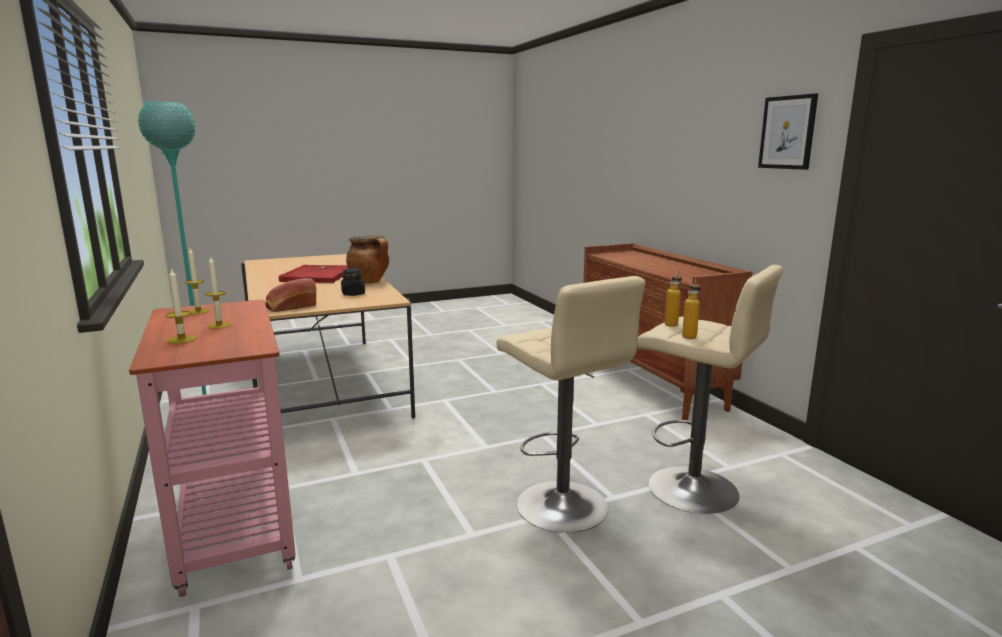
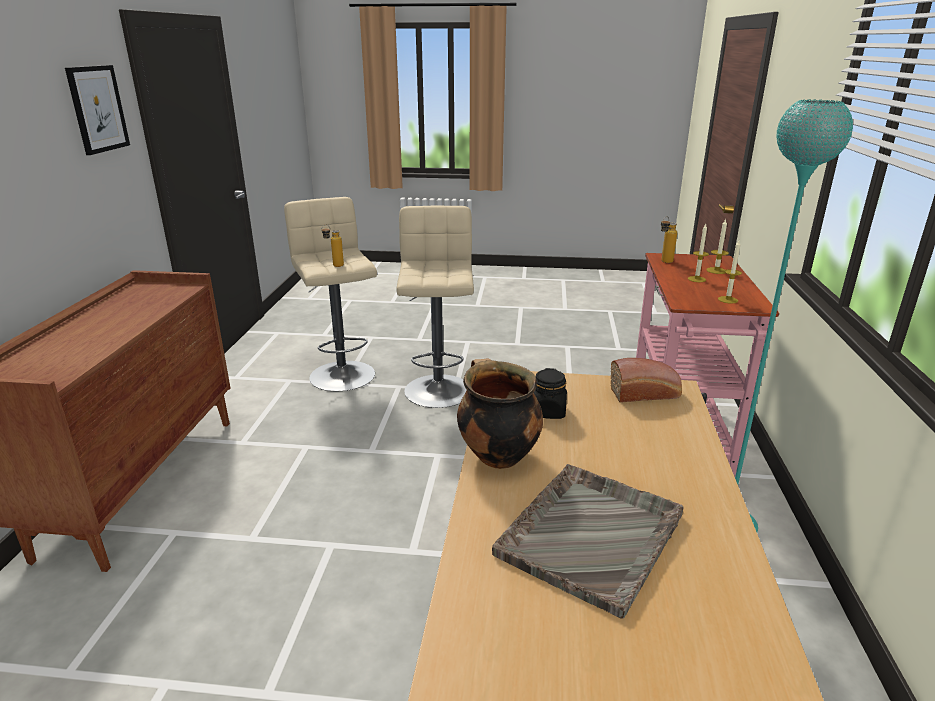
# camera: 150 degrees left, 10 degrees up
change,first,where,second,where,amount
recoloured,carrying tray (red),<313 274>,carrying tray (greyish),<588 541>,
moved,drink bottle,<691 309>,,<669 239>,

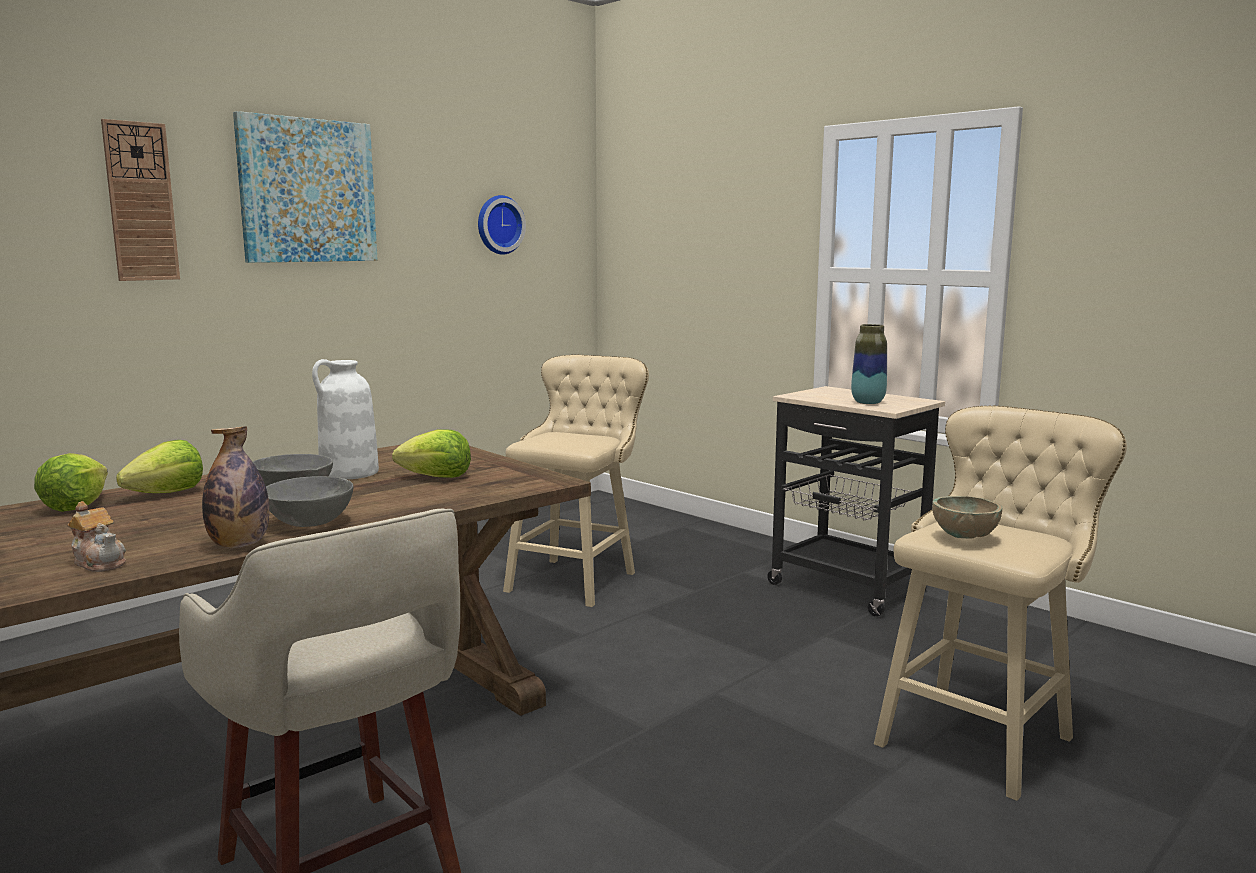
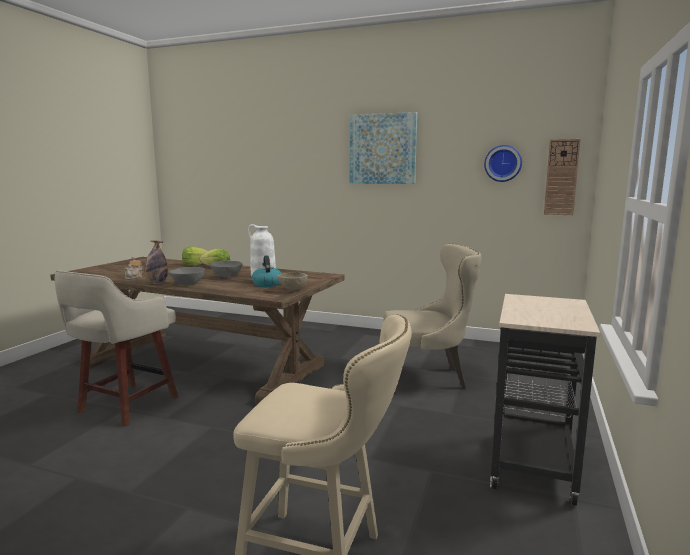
# camera: 65 degrees right, 0 degrees up
change,first,where,second,where,amount
moved,wall clock,<140 200>,,<562 177>,
removed,vase,<869 364>,,,
replaced,stool (beige-coloured),<576 480>,upright chair (beige-coloured),<432 319>,
replaced,head of lettuce,<431 453>,water kettle,<267 271>,
moved,bowl (beige-coloured),<967 517>,,<293 281>,

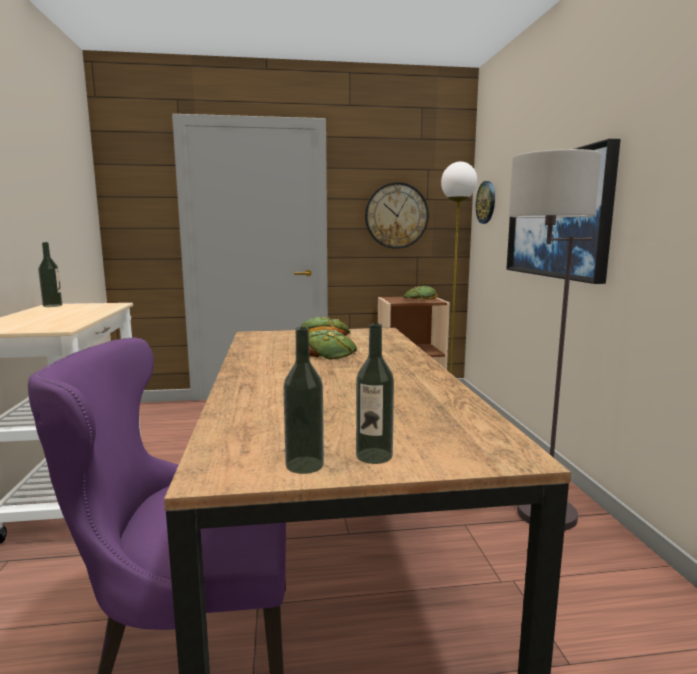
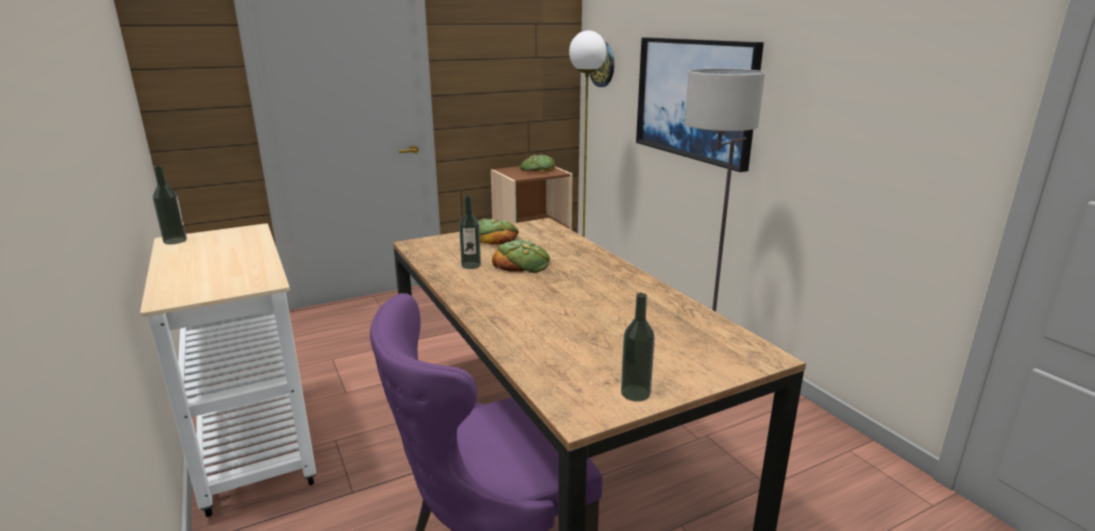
# camera: 20 degrees left, 10 degrees up
change,first,where,second,where,amount
removed,wall clock,<397 215>,,,
moved,drink bottle,<375 393>,,<470 232>,

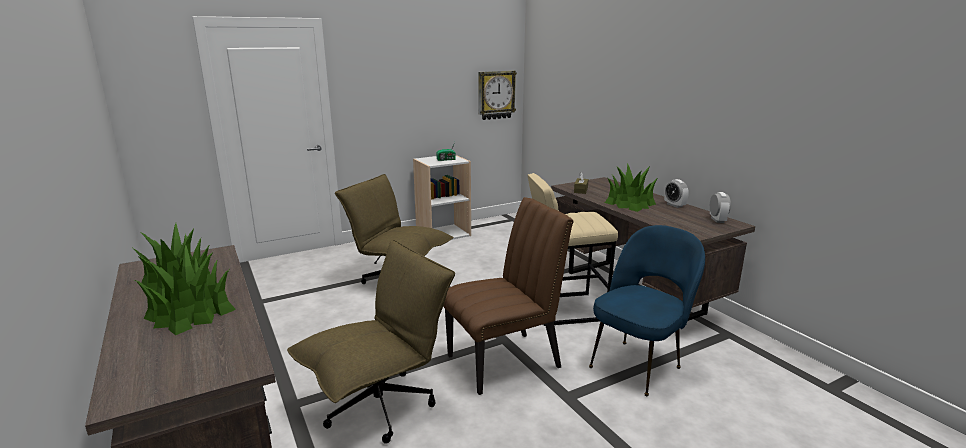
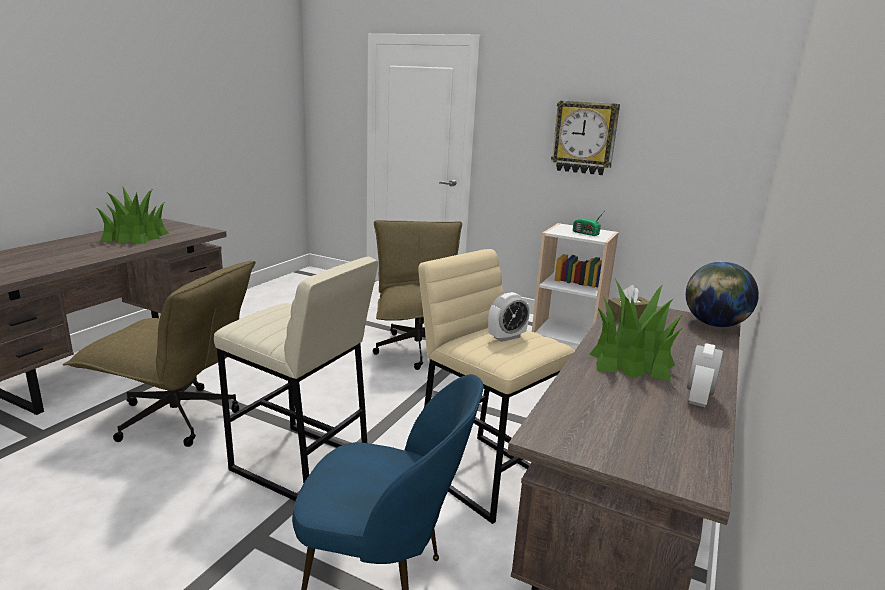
# camera: 55 degrees right, 0 degrees up
change,first,where,second,where,amount
moved,wall clock,<497 95>,,<585 137>,
moved,table clock,<720 207>,,<509 317>,
replaced,upright chair (brown),<508 296>,stool (beige-coloured),<296 379>,
removed,houseplant,<185 289>,,,
added,,,world globe,<722 294>,

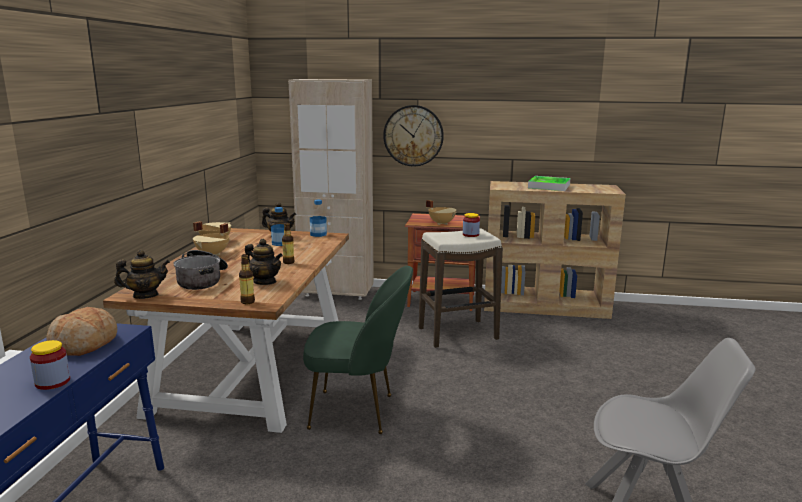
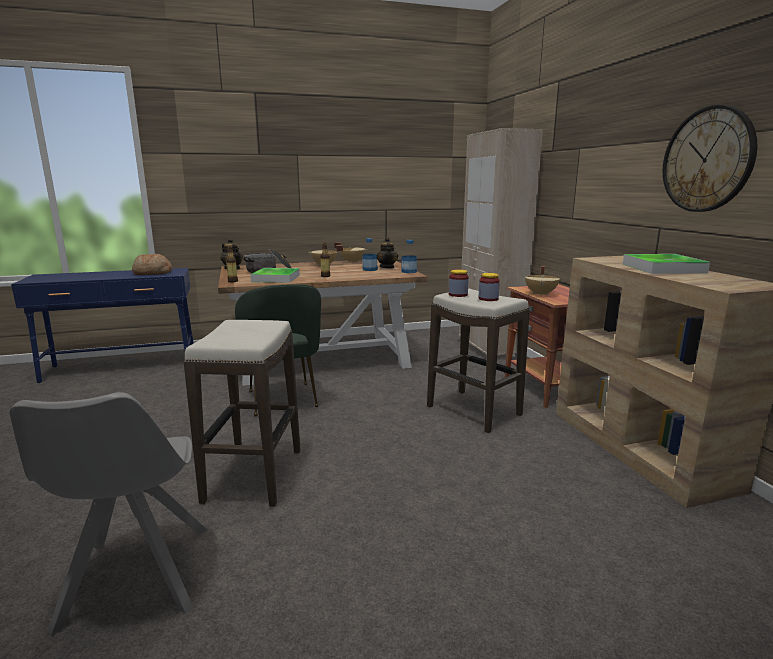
# camera: 65 degrees right, 0 degrees up
change,first,where,second,where,amount
moved,wall clock,<413 135>,,<710 158>,
replaced,tea pot,<264 262>,carrying tray,<275 275>,
moved,jar,<50 365>,,<459 283>,
added,,,stool,<242 413>,

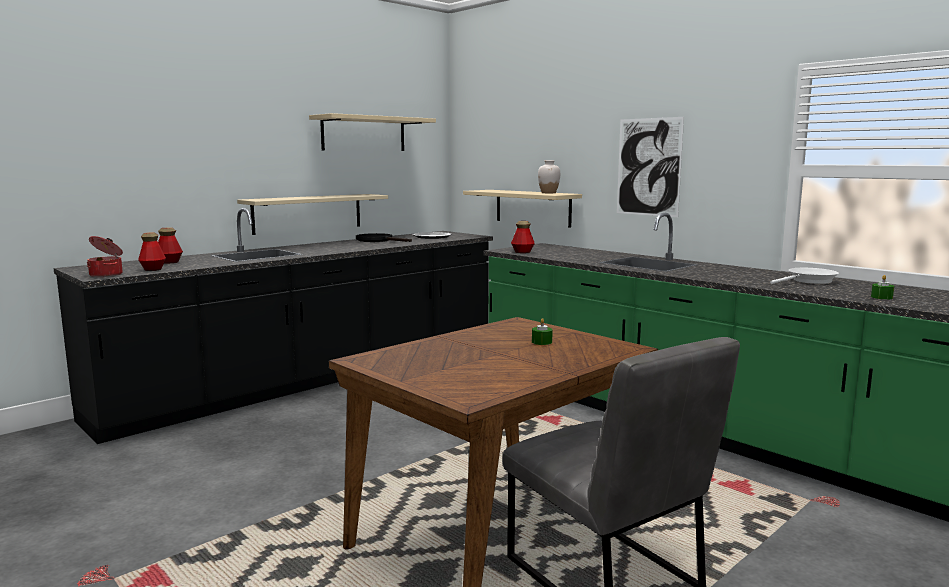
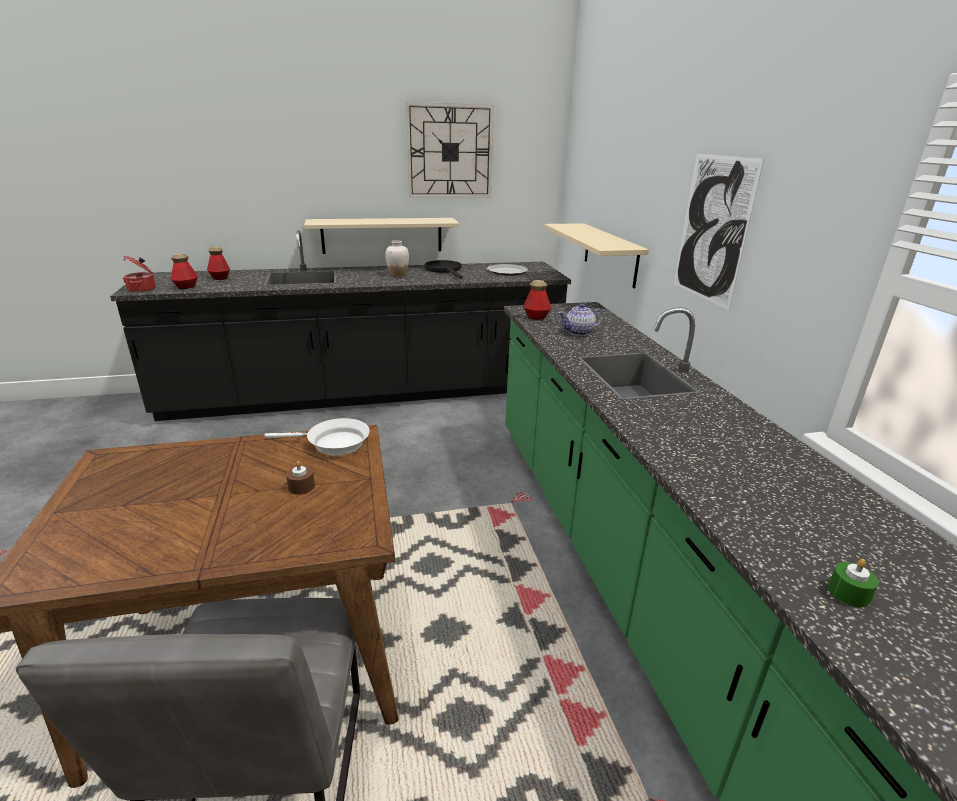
# camera: 30 degrees right, 15 degrees up
change,first,where,second,where,amount
replaced,wall shelf (beige-coloured),<372 132>,wall clock,<450 150>,
moved,vase (white-coloured),<549 176>,,<397 258>,
moved,pan (white-coloured),<804 276>,,<316 437>,
recoloured,wax candle (greenish),<542 331>,wax candle (brown),<300 478>,
added,,,tea pot,<580 320>,

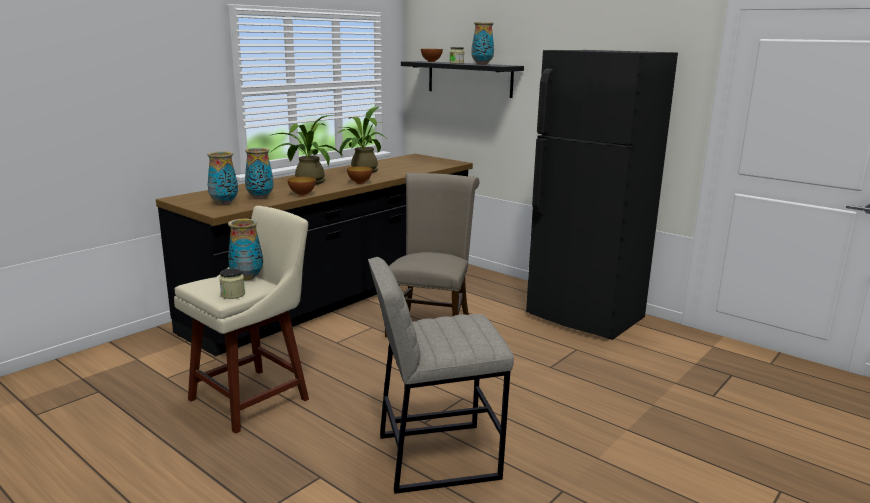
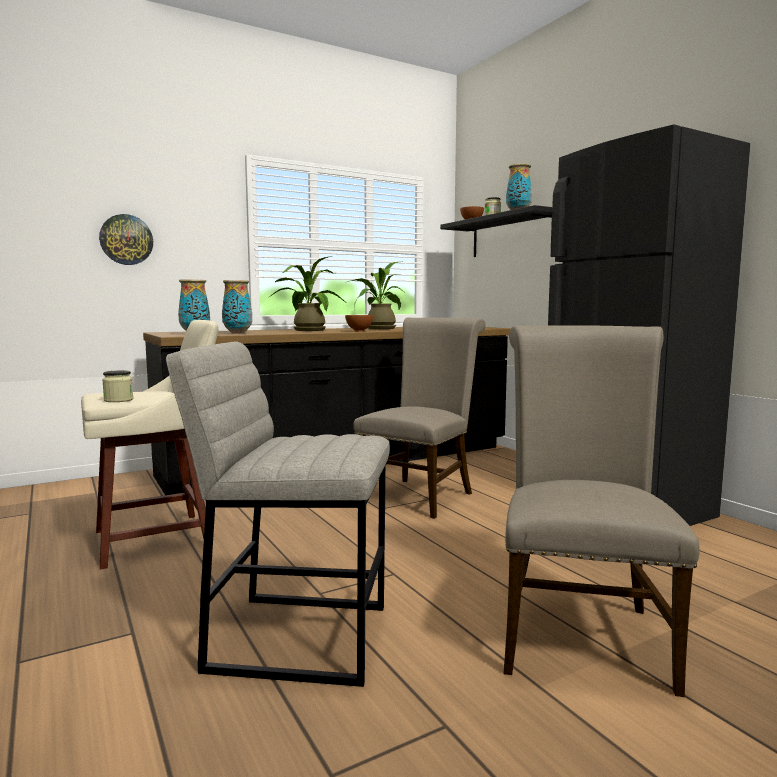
# camera: 20 degrees right, 10 degrees down
change,first,where,second,where,amount
removed,bowl,<302 186>,,,
removed,vase,<245 249>,,,
added,,,wall clock,<126 239>,
added,,,upright chair (beige-coloured),<602 511>,

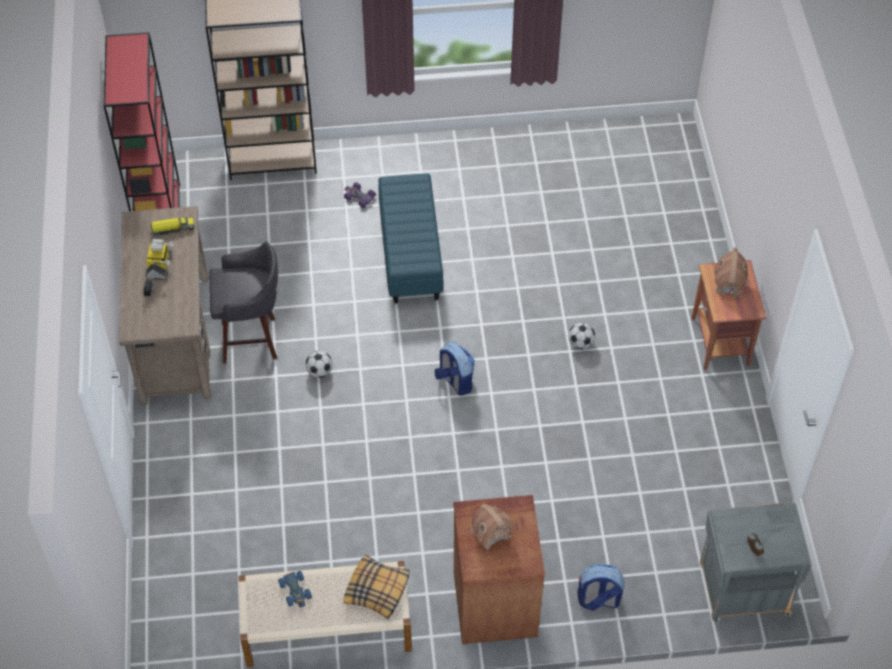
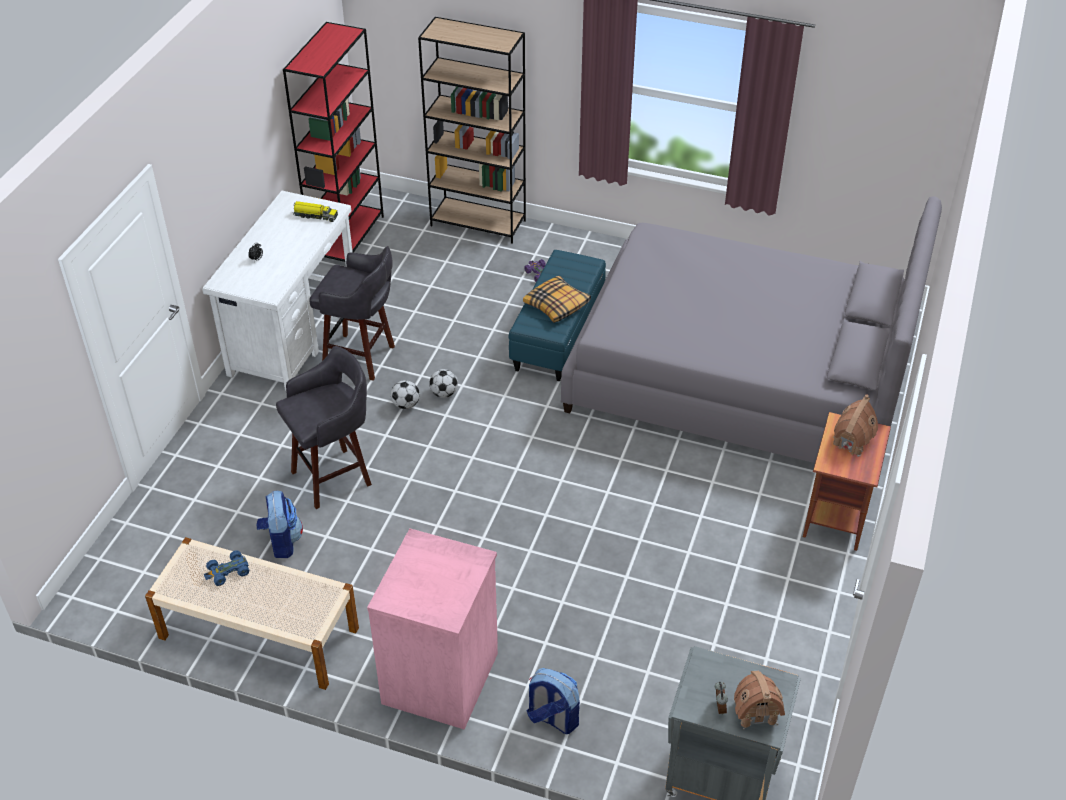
# camera: 25 degrees right, 10 degrees down
change,first,where,second,where,amount
recoloured,desk (brown),<165 305>,desk (white-coloured),<277 291>,
removed,robot figure,<160 259>,,,
moved,football ball,<581 336>,,<443 383>,
moved,backpack,<454 369>,,<279 524>,
recoloured,drawer chest (brown),<499 569>,drawer chest (pink),<432 629>,
moved,toy house,<493 527>,,<759 700>,
moved,pillow,<376 586>,,<557 299>,
turned,miniature car (blue),<295 589>,,<226 568>,60 degrees clockwise
added,,,bed (greyish),<751 329>,
added,,,stool (greyish),<324 427>,

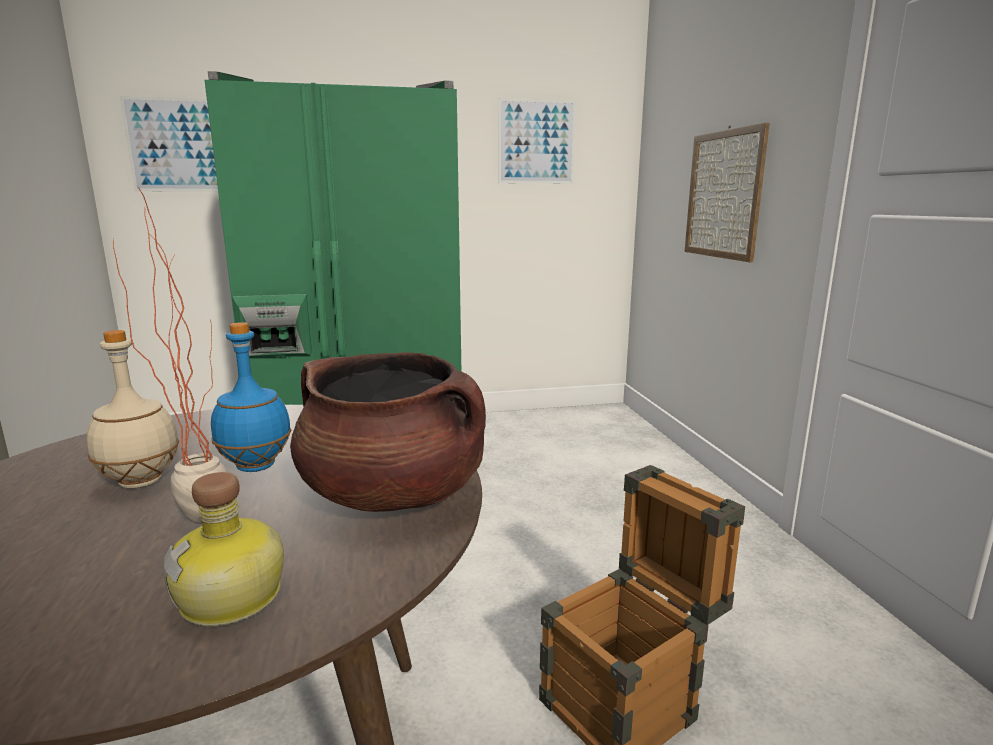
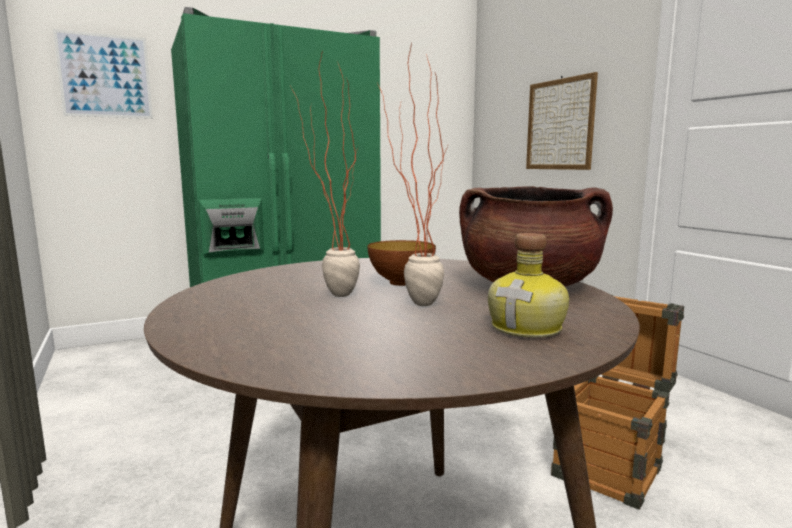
# camera: 15 degrees left, 5 degrees down
change,first,where,second,where,amount
removed,picture,<537 141>,,,
replaced,drink bottle (blue),<251 397>,bowl,<401 263>,
replaced,drink bottle (beige-coloured),<132 409>,houseplant,<326 173>,

